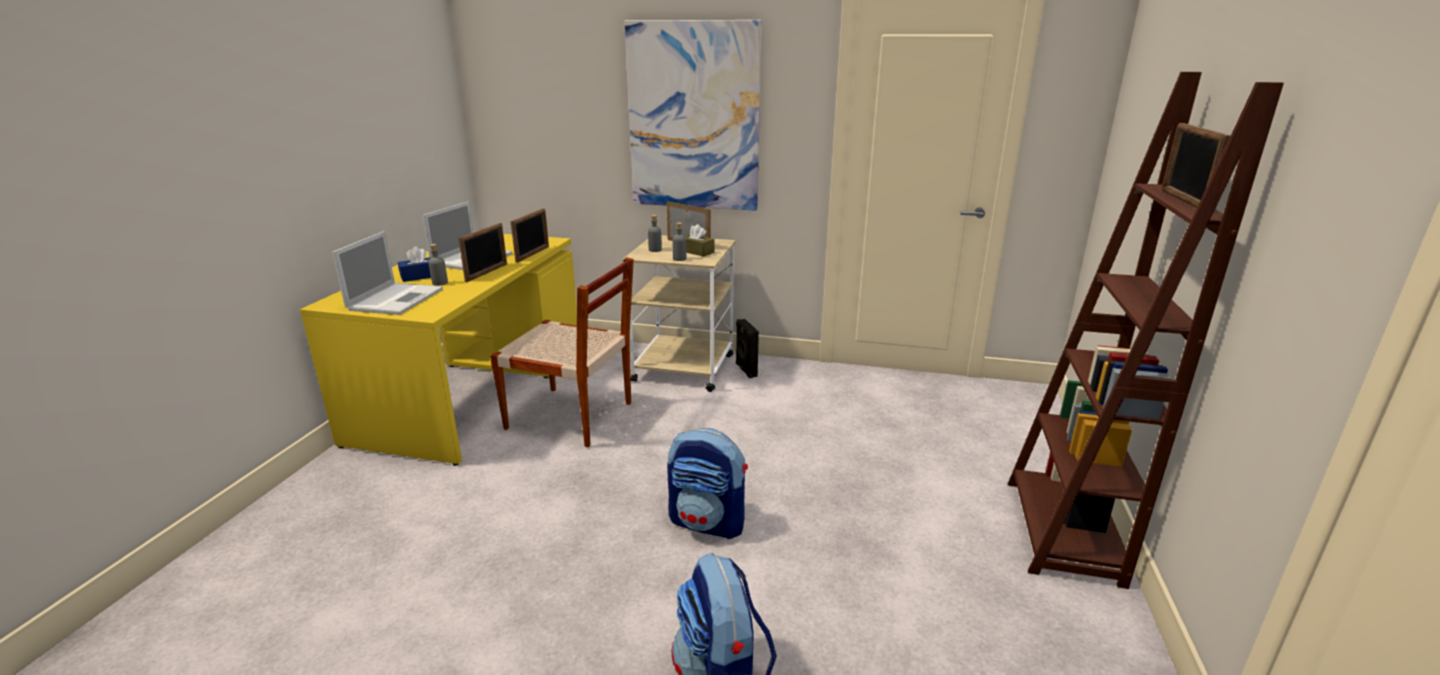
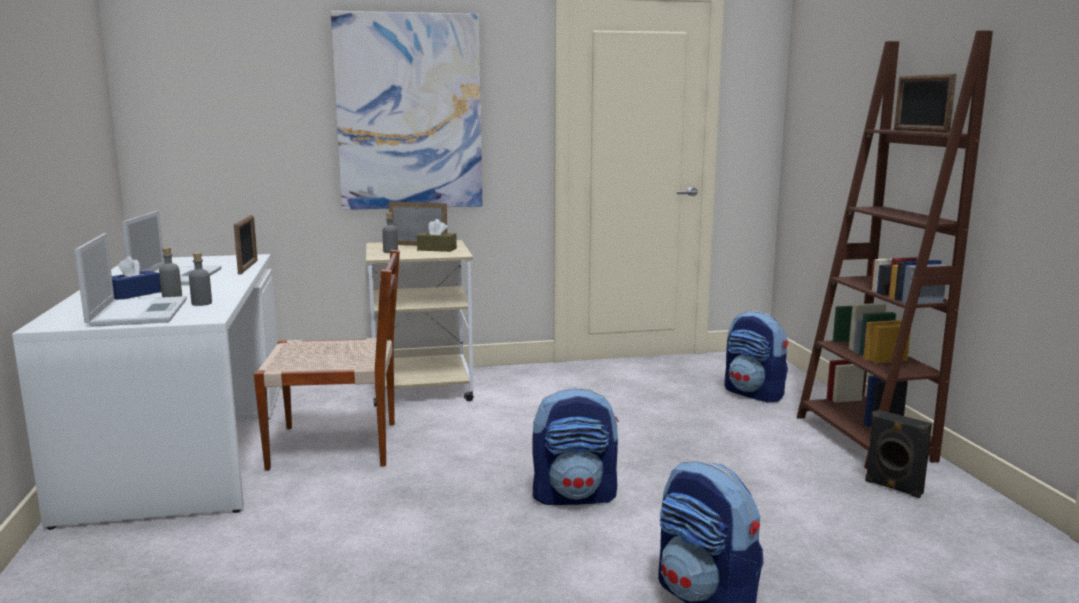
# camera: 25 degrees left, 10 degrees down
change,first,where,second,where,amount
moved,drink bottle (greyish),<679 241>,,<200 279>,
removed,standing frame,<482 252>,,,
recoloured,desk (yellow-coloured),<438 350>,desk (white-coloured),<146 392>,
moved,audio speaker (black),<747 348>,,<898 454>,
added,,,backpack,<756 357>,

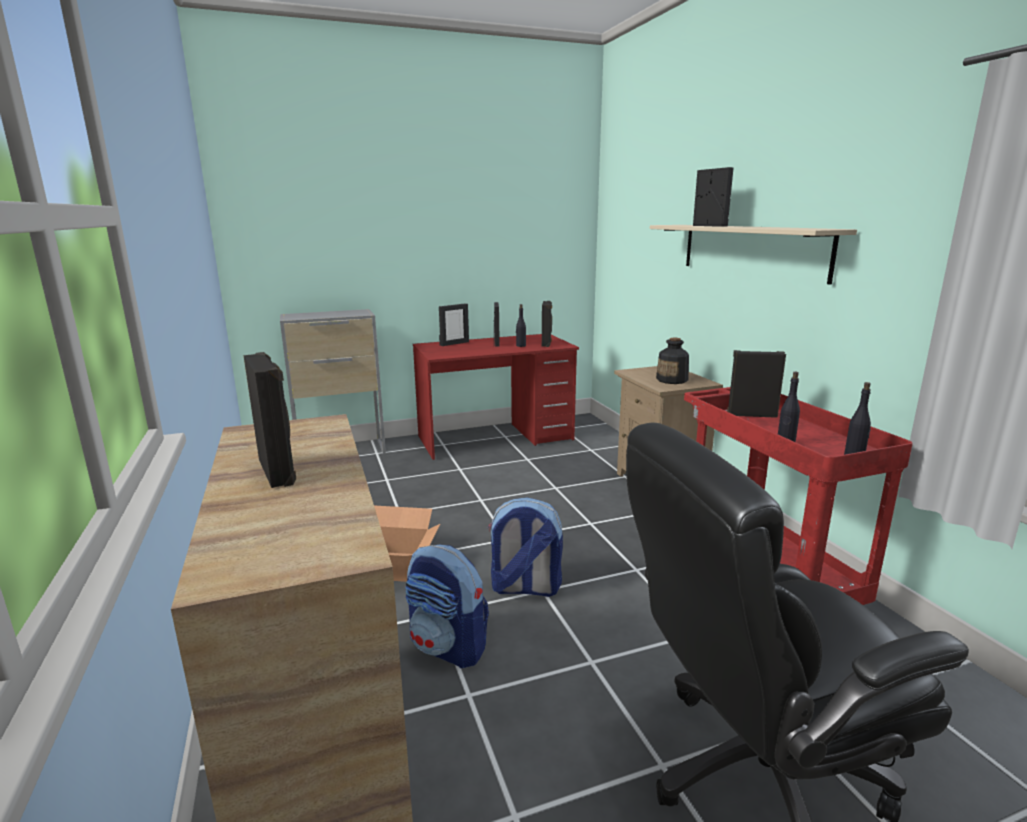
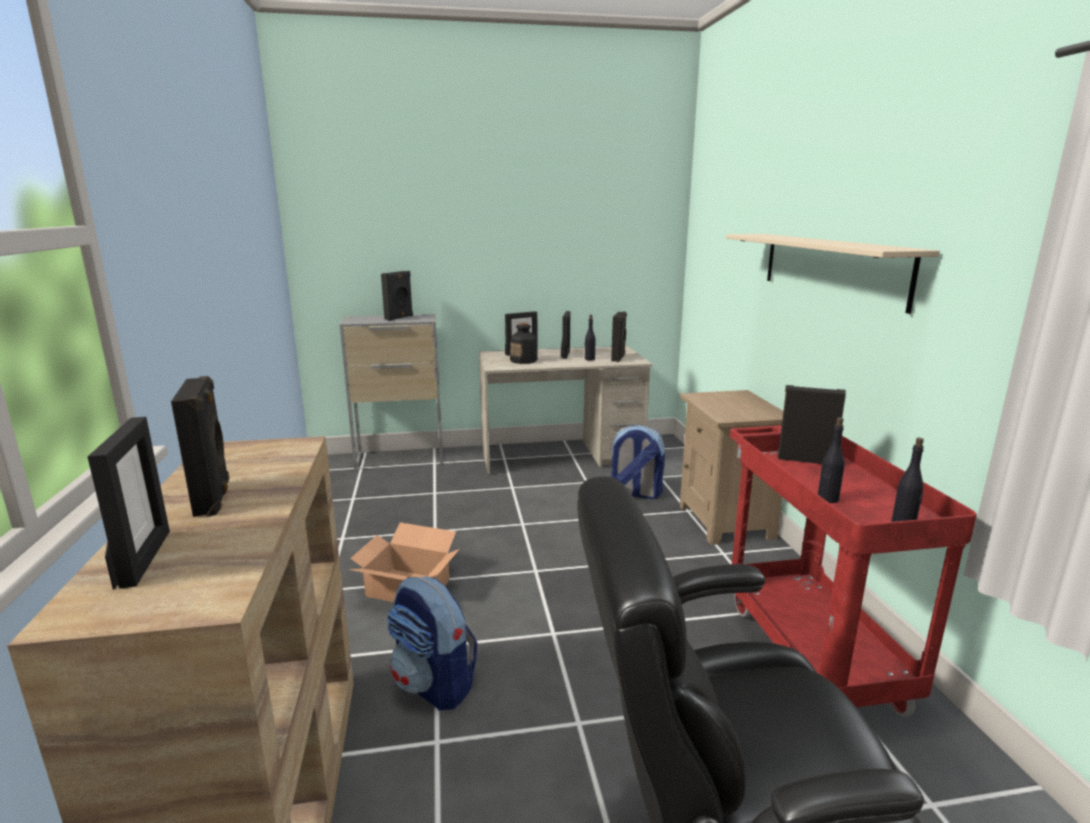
# camera: 10 degrees right, 0 degrees up
change,first,where,second,where,amount
moved,standing frame,<713 197>,,<128 503>,
recoloured,desk (red),<496 397>,desk (beige-coloured),<565 410>,
moved,drink bottle,<672 361>,,<524 343>,
moved,backpack,<525 547>,,<637 462>,
added,,,audio speaker (black),<397 296>,

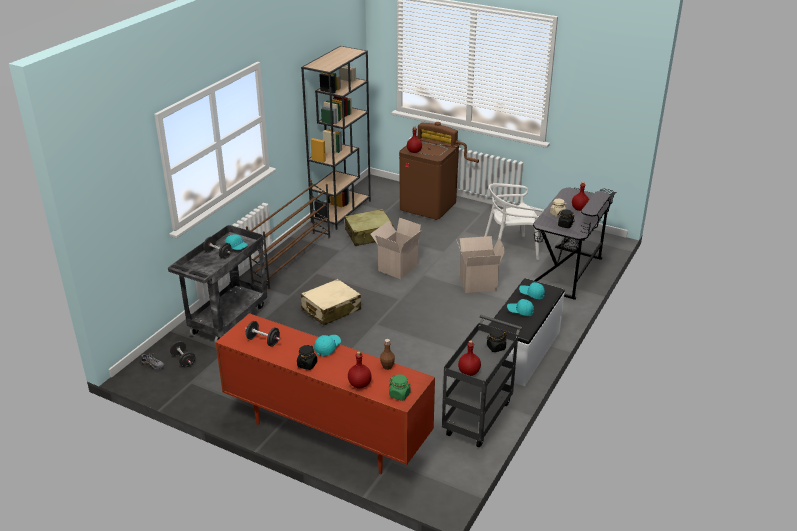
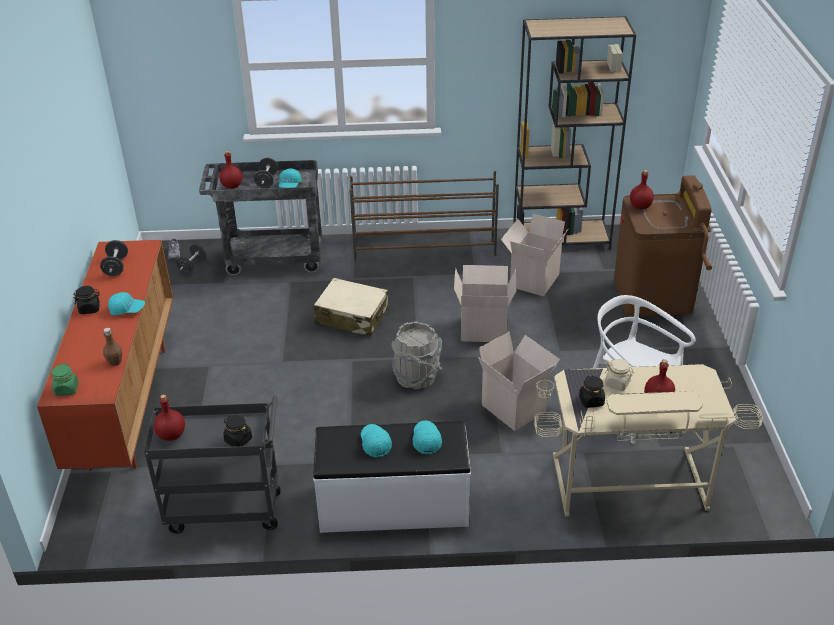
# camera: 60 degrees right, 5 degrees up
change,first,where,second,where,amount
recoloured,desk (black),<574 243>,desk (beige-coloured),<648 440>,
replaced,piece of luggage (beige-coloured),<369 227>,cardboard box,<535 255>,
moved,drink bottle (red),<360 370>,,<231 170>,
added,,,bucket (greyish),<417 355>,

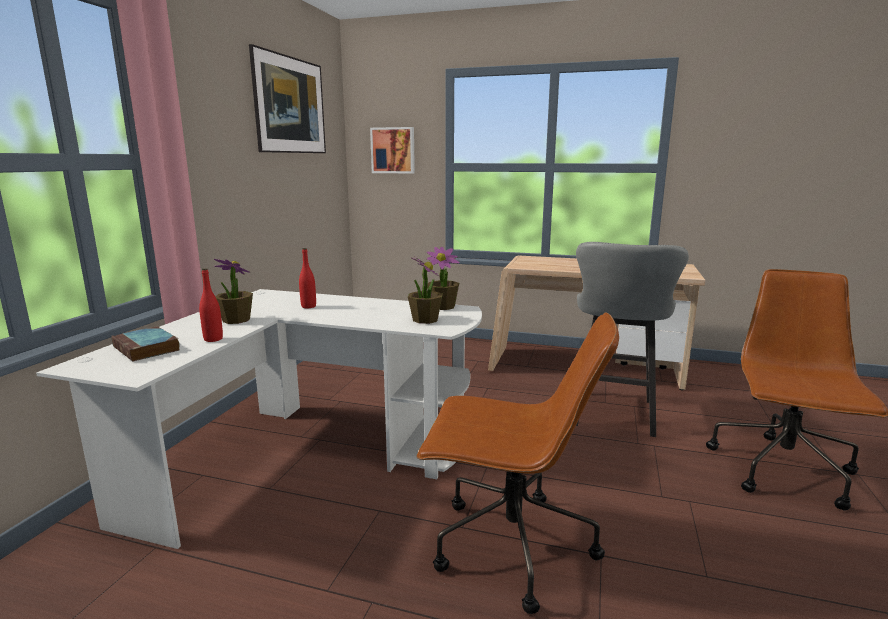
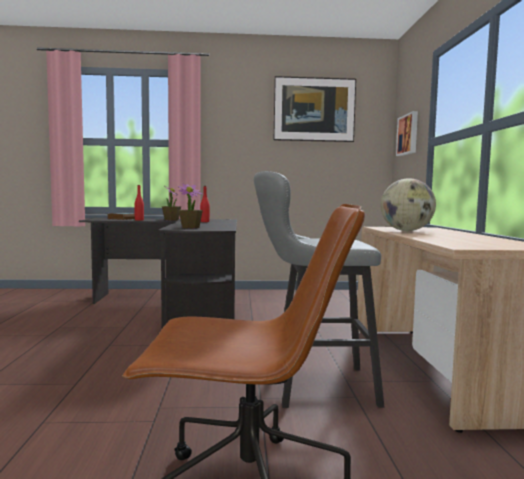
# camera: 70 degrees right, 10 degrees down
change,first,where,second,where,amount
removed,houseplant,<443 278>,,,
recoloured,desk (white-coloured),<259 419>,desk (black),<158 273>,
removed,office chair (brown),<517 463>,,,
added,,,world globe,<408 204>,

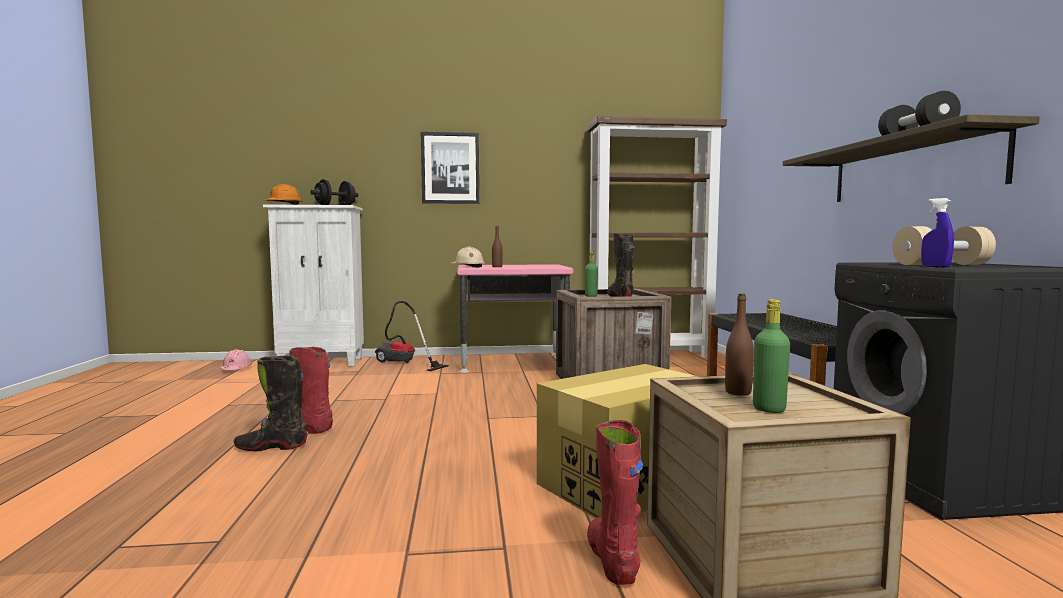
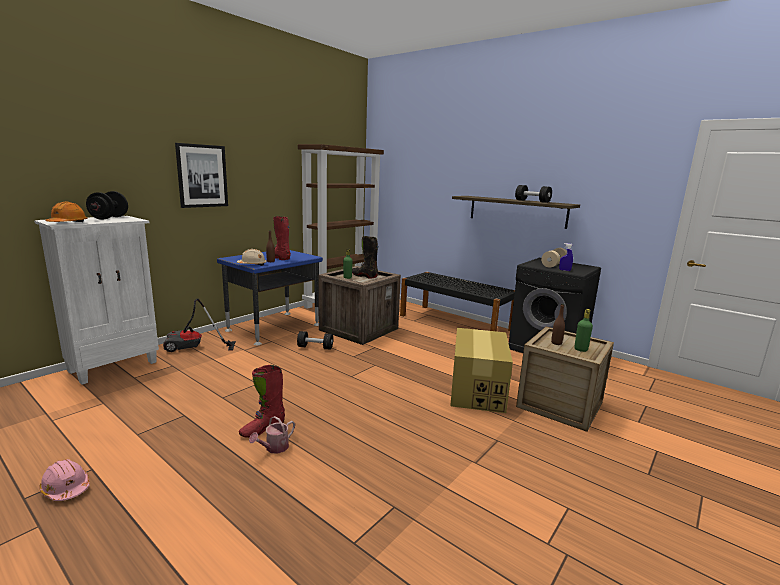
# camera: 45 degrees left, 10 degrees up
change,first,where,second,where,amount
recoloured,desk (pink),<515 318>,desk (blue),<270 297>,
moved,work helmet (pink),<236 359>,,<64 480>,
replaced,tall boot (black),<270 403>,watering can,<272 435>,
moved,tall boot (red),<615 502>,,<282 238>,
added,,,dumbbell (black),<315 340>,

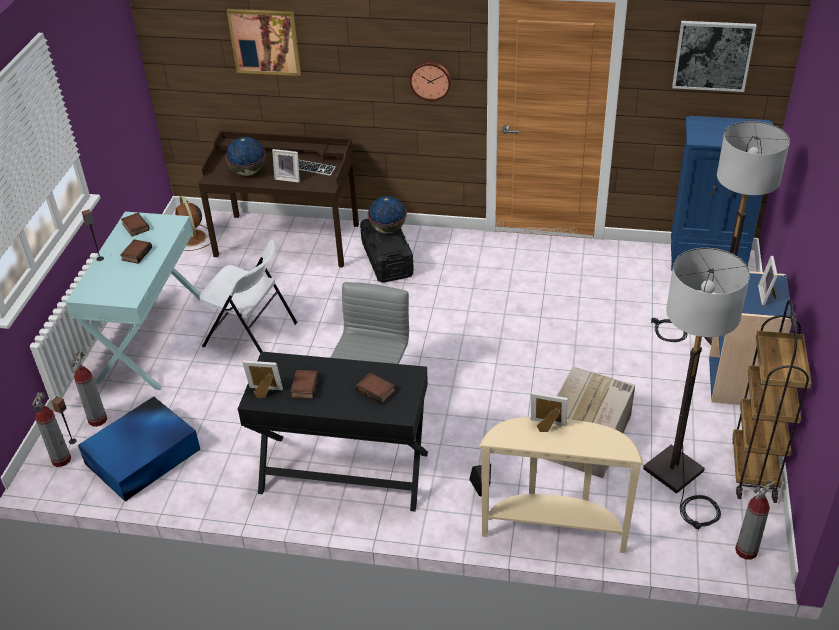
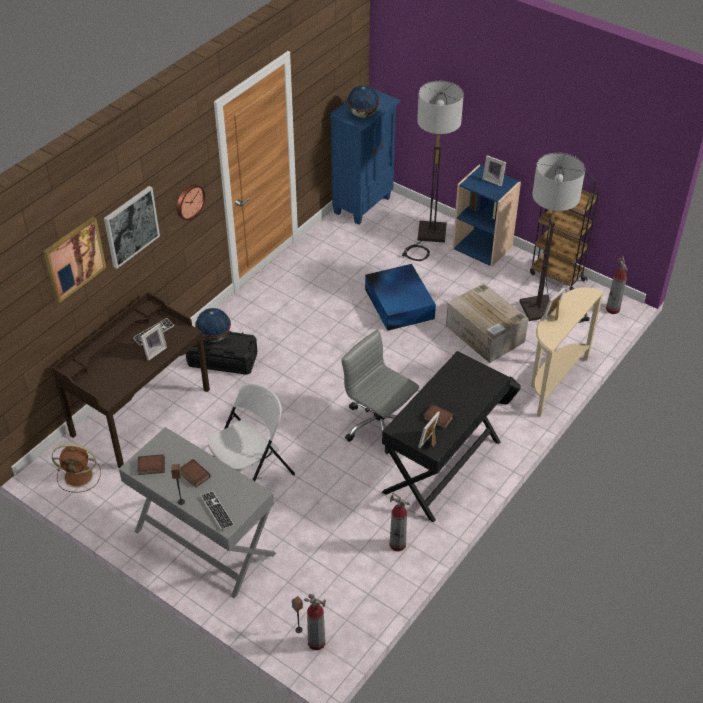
# camera: 65 degrees left, 5 degrees up
change,first,where,second,where,amount
moved,picture,<714 56>,,<132 227>,
moved,world globe,<245 156>,,<363 101>,
recoloured,desk (turquoise-coloured),<133 301>,desk (greyish),<197 512>,
moved,fire extinguisher,<89 388>,,<400 522>,
removed,volume,<375 388>,,,
moved,storage box (blue),<139 449>,,<400 297>,
added,,,computer keyboard,<217 510>,

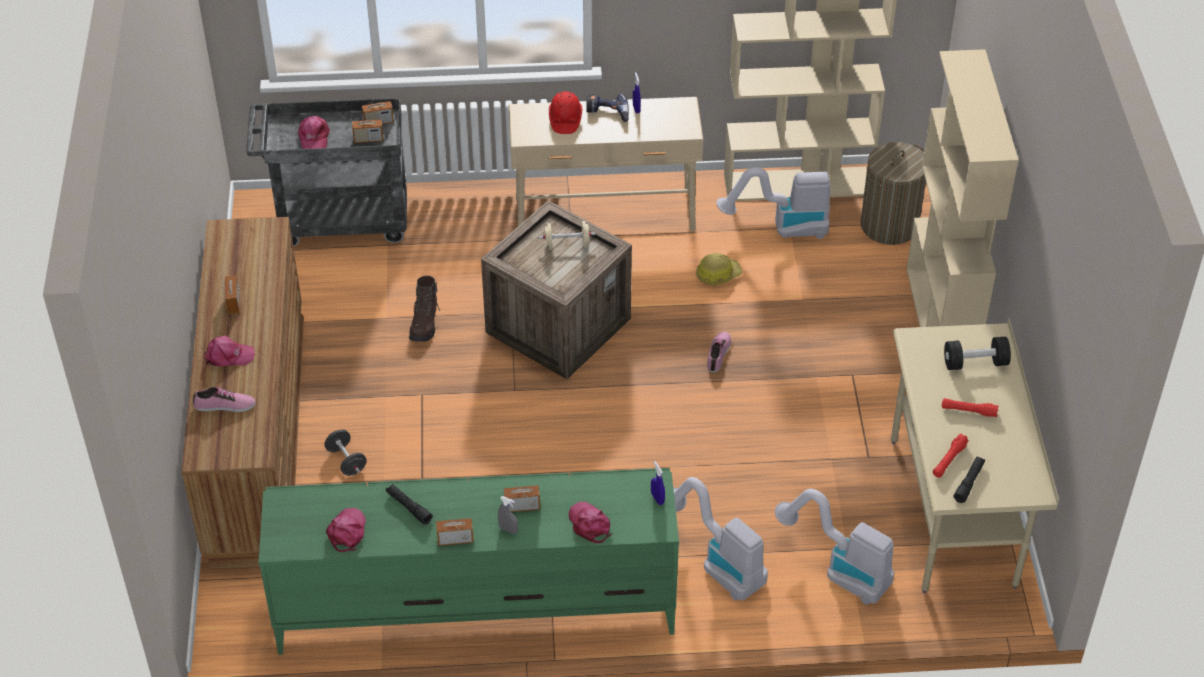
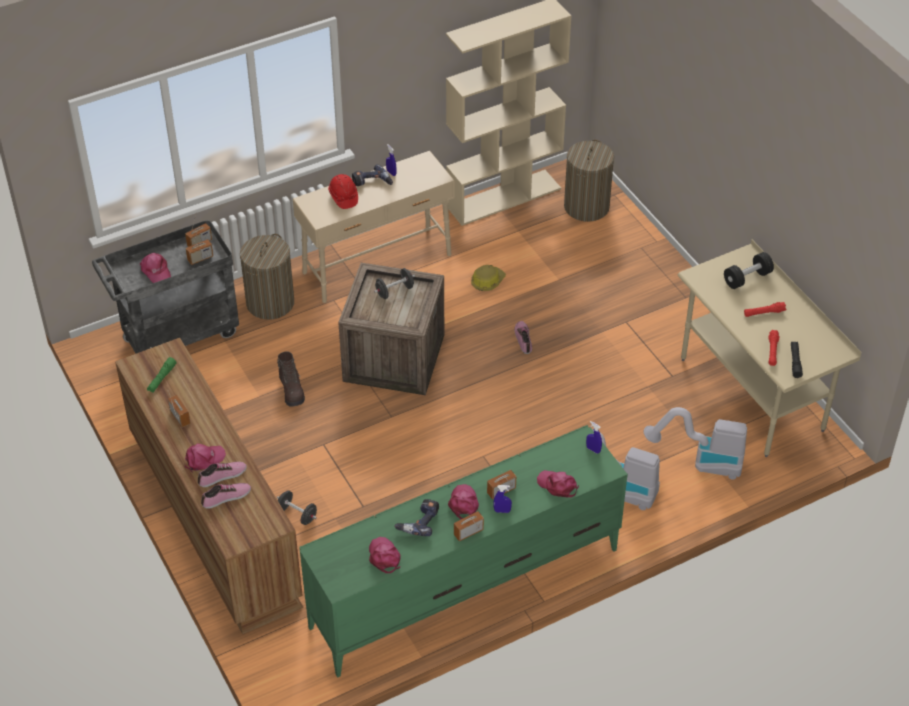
# camera: 25 degrees left, 0 degrees up
change,first,where,second,where,amount
removed,shelving unit (beige-coloured),<962 188>,,,
removed,vacuum,<773 203>,,,
recoloured,dumbbell (beige-coloured),<567 235>,dumbbell (black),<394 283>,
replaced,flashlight (black),<409 504>,electric drill,<416 517>,
recoloured,hand sprayer (greyish),<508 515>,hand sprayer (blue),<502 499>,
added,,,laundry basket,<267 277>,
added,,,flashlight (greenish),<161 374>,
added,,,shoe,<222 474>,
added,,,baseball cap (pink),<463 501>,

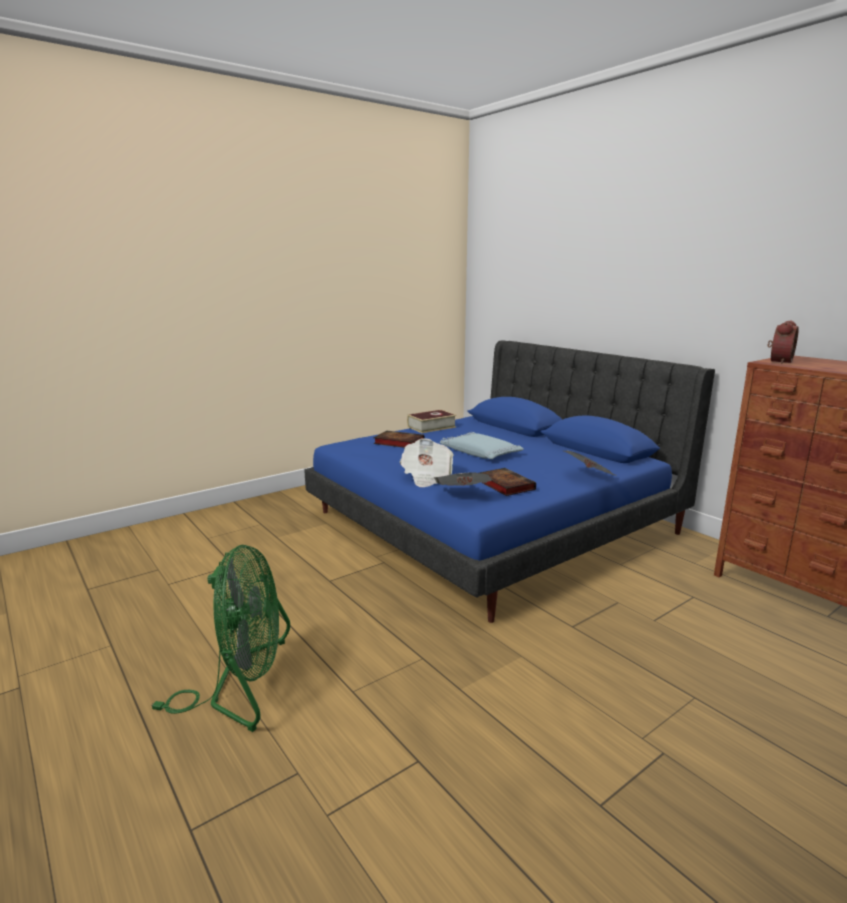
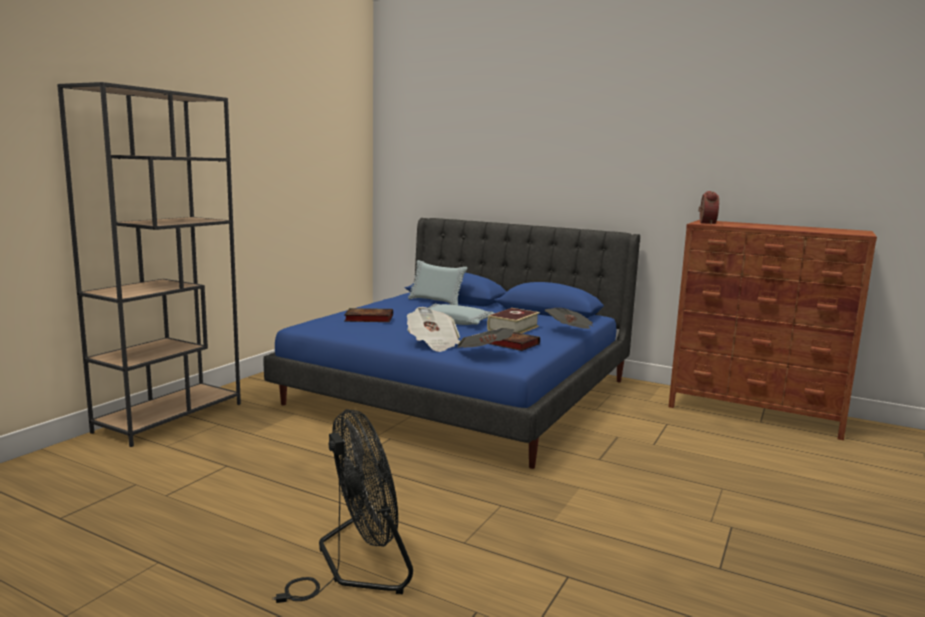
# camera: 25 degrees left, 5 degrees down
change,first,where,second,where,amount
moved,volume,<432 421>,,<513 320>,
recoloured,cooling fan (greenish),<221 638>,cooling fan (black),<343 506>,
added,,,shelving unit,<149 264>,
added,,,pillow (blue),<437 282>,

